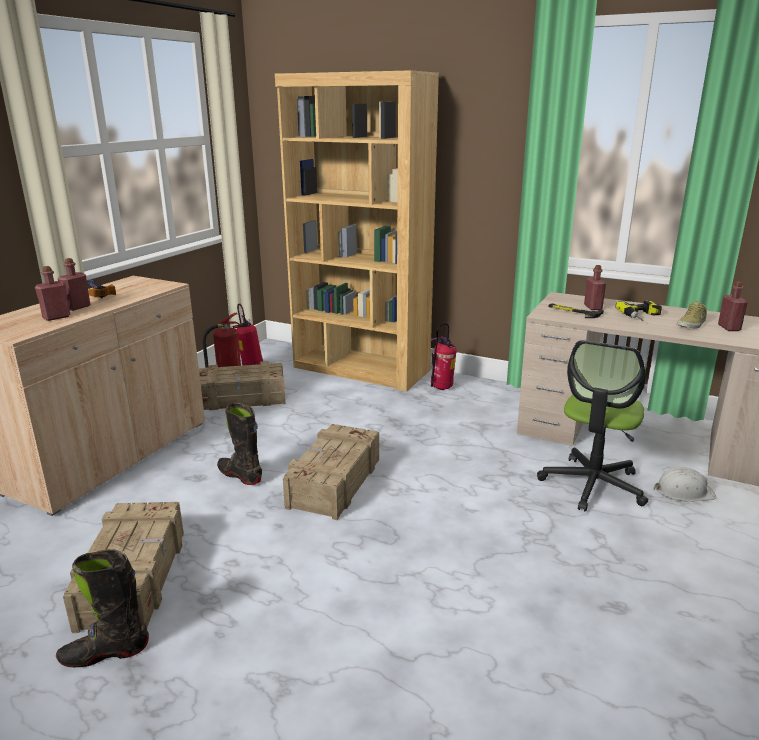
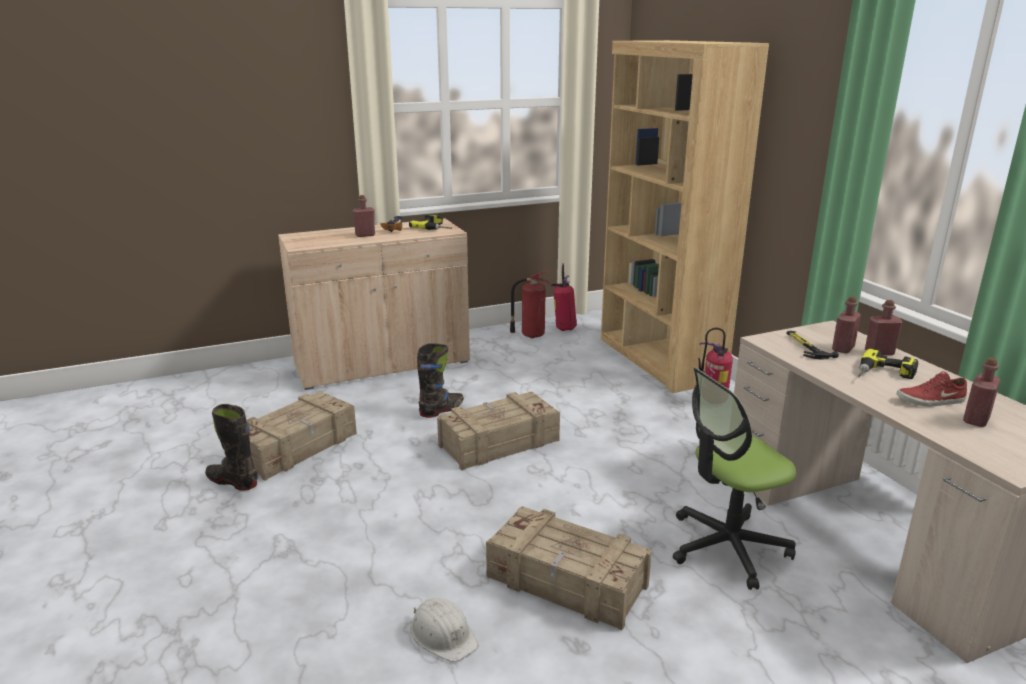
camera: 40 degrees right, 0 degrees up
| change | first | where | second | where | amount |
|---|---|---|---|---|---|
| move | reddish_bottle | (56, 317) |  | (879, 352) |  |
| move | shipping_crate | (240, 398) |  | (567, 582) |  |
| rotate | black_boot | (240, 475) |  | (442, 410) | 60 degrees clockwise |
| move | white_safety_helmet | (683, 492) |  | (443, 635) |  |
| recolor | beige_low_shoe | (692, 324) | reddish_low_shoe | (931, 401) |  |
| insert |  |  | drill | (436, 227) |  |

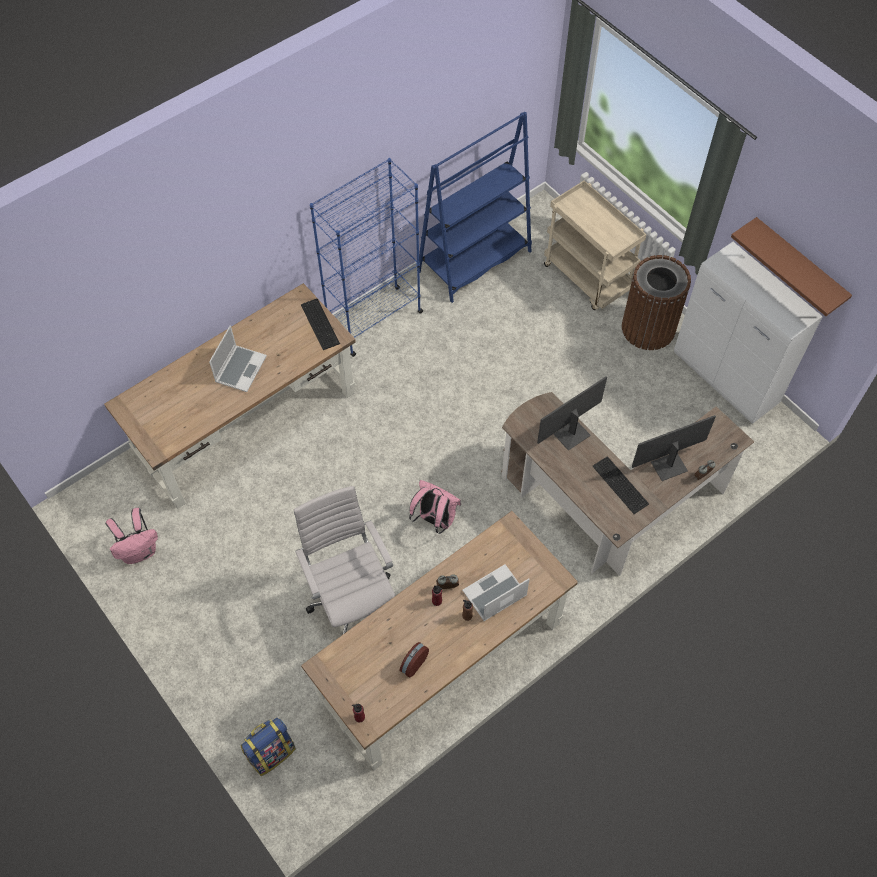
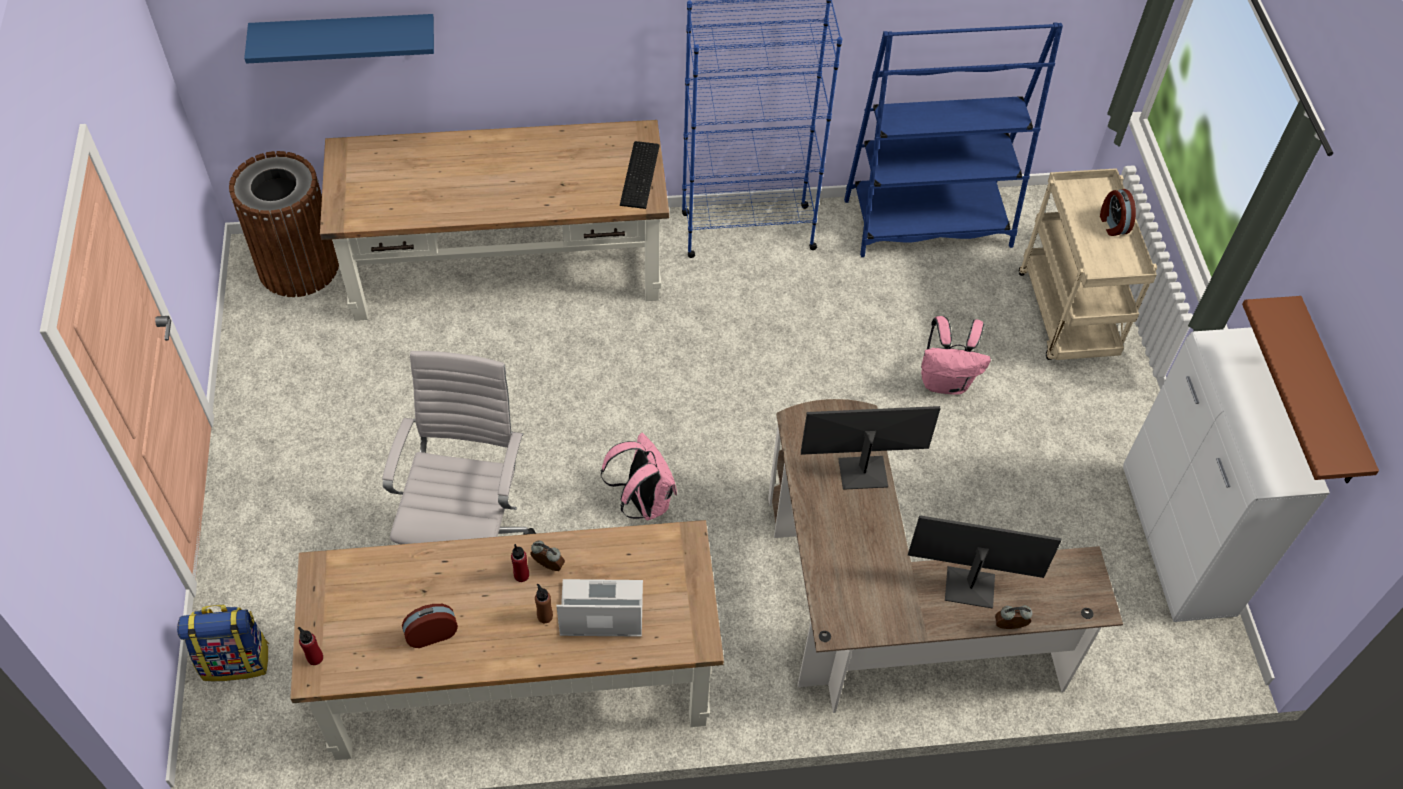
camera: 30 degrees right, 5 degrees down
| change | first | where | second | where | amount |
|---|---|---|---|---|---|
| move | pink-coloured_knapsack | (140, 551) |  | (946, 382) |  |
| delete | portable_computer | (240, 368) |  |  |  |
| delete | PC_keyboard | (620, 486) |  |  |  |
| move | brown_rubbish_bin | (648, 328) |  | (298, 266) |  |
| insert |  |  | bluish_wall_shelf | (345, 36) |  |
| insert |  |  | alarm_clock | (1112, 224) |  |

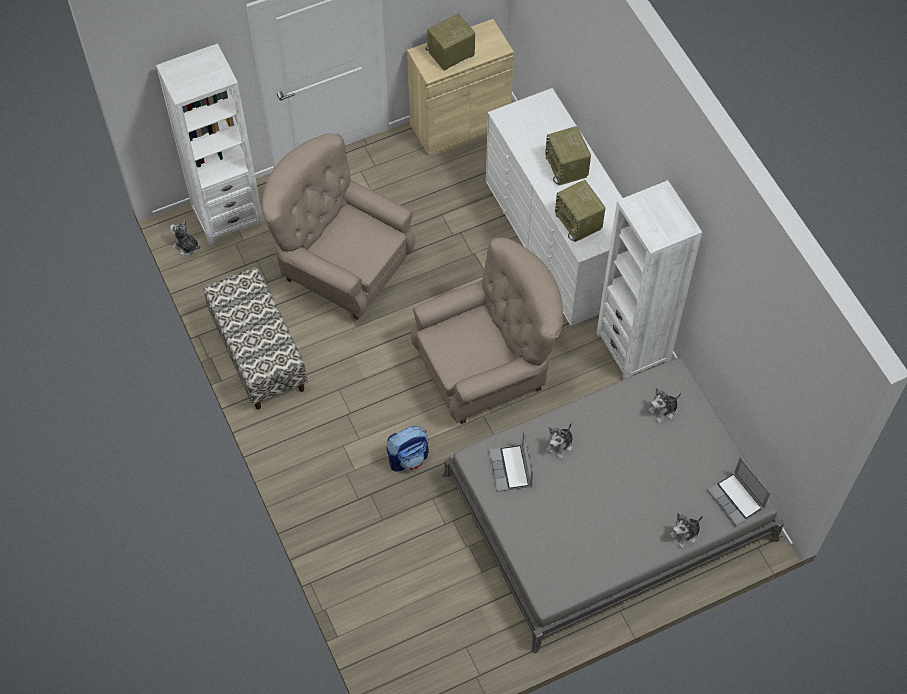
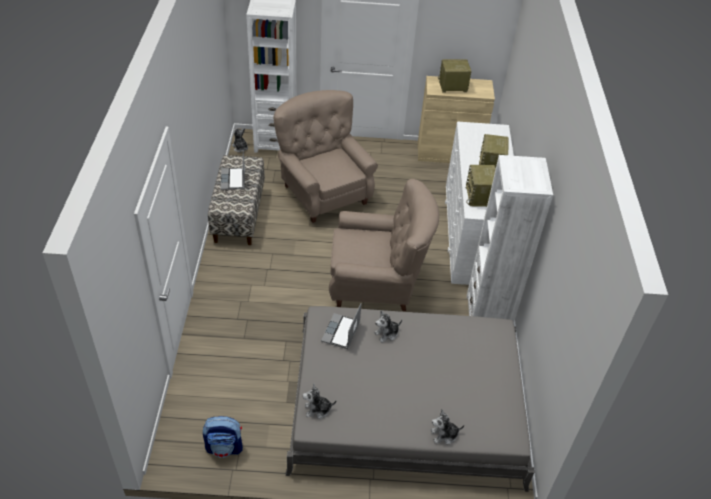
camera: 25 degrees right, 15 degrees down
| change | first | where | second | where | amount |
|---|---|---|---|---|---|
| move | knapsack | (408, 458) |  | (225, 447) |  |
| move | soft_toy | (663, 410) |  | (317, 409) |  |
| move | portable_computer | (736, 499) |  | (233, 180) |  |

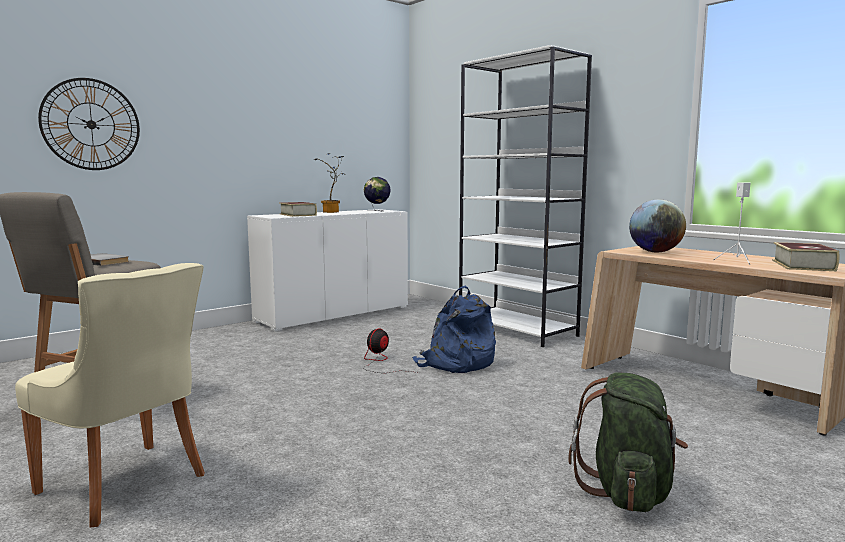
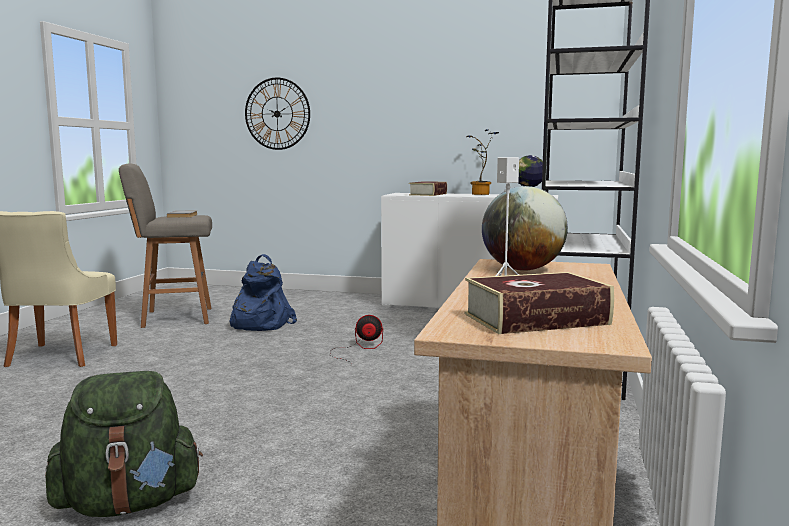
camera: 55 degrees right, 0 degrees up
| change | first | where | second | where | amount |
|---|---|---|---|---|---|
| move | bluish_knapsack | (456, 363) |  | (259, 324) |  |

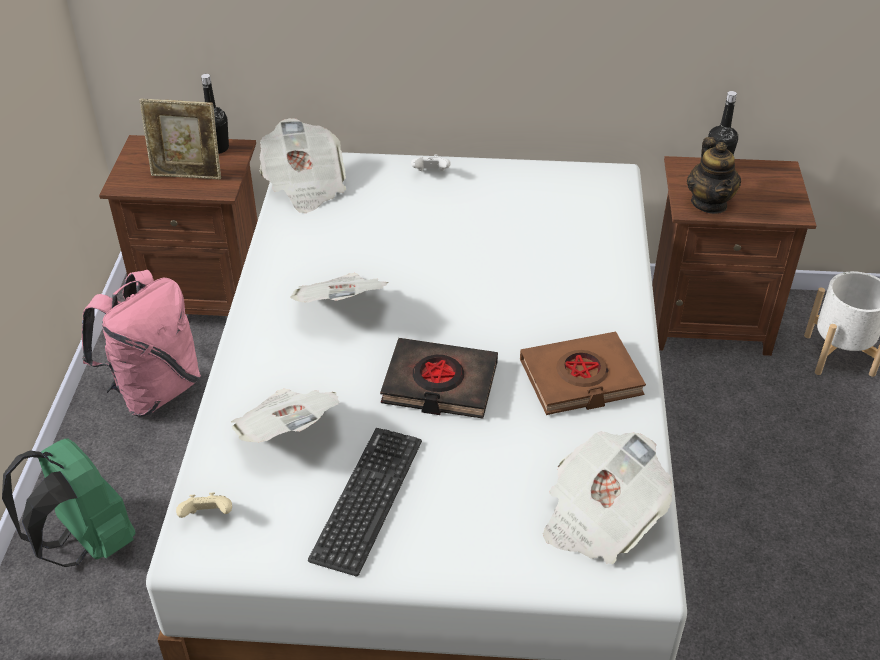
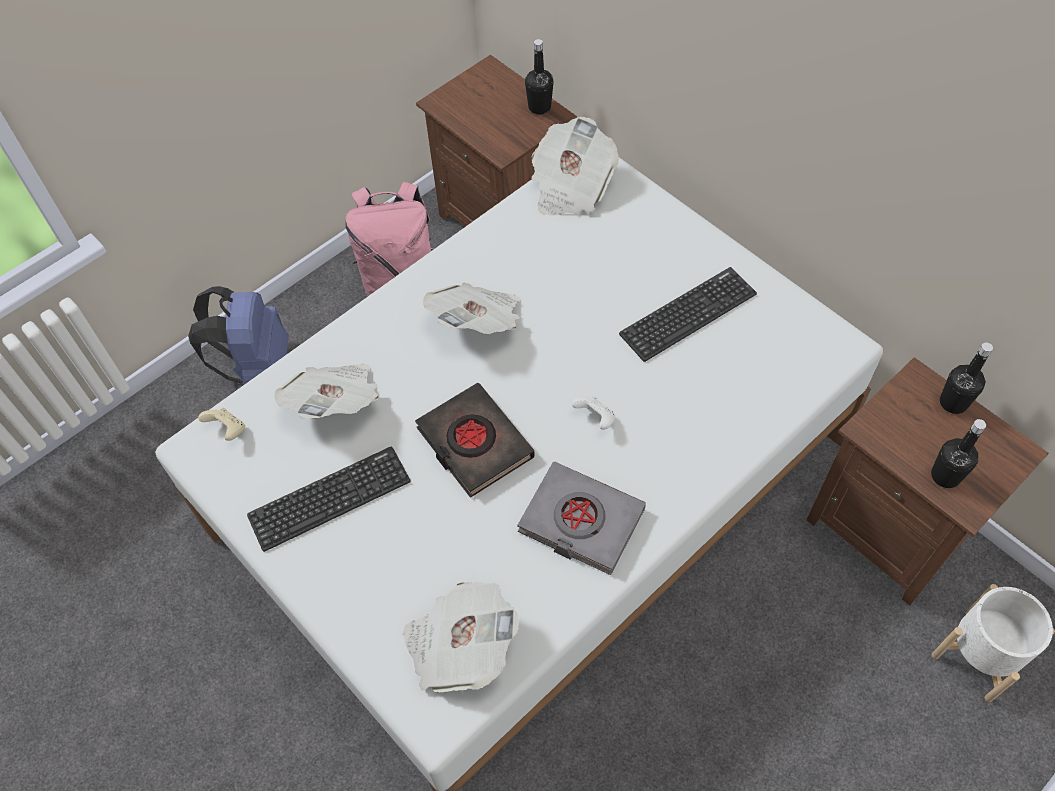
camera: 45 degrees right, 15 degrees up
| change | first | where | second | where | amount |
|---|---|---|---|---|---|
| recolor | green_knapsack | (86, 542) | bluish_knapsack | (258, 369) |  |
| delete | picture_frame | (187, 175) |  |  |  |
| move | white_joypad | (431, 174) |  | (595, 418) |  |
| recolor | brown_bound_book | (580, 379) | gray_bound_book | (580, 521) |  |
| delete | pot_for_tea | (709, 203) |  |  |  |
| insert |  |  | PC_keyboard | (688, 314) |  |
| insert |  |  | black_bottle | (945, 476) |  |

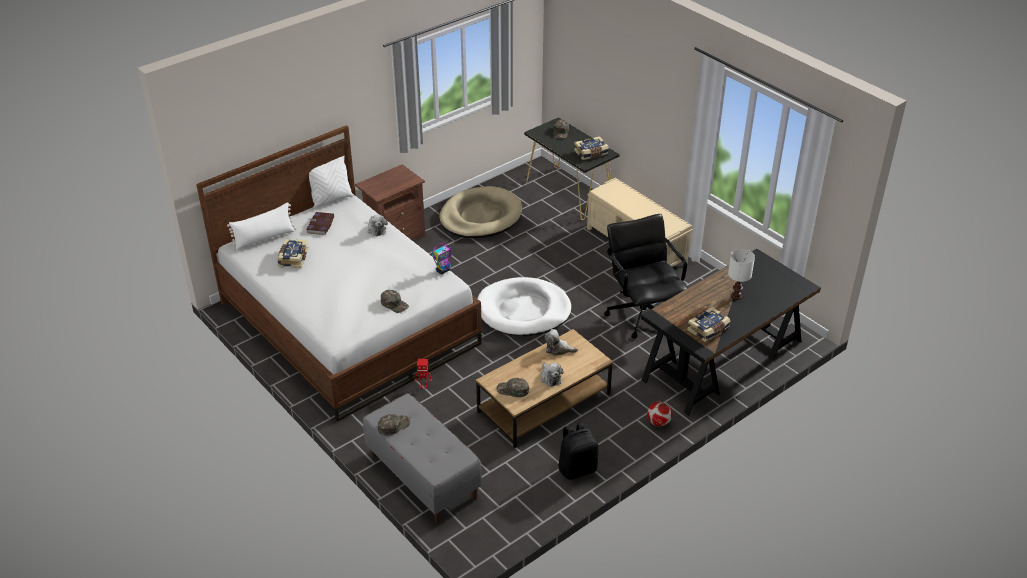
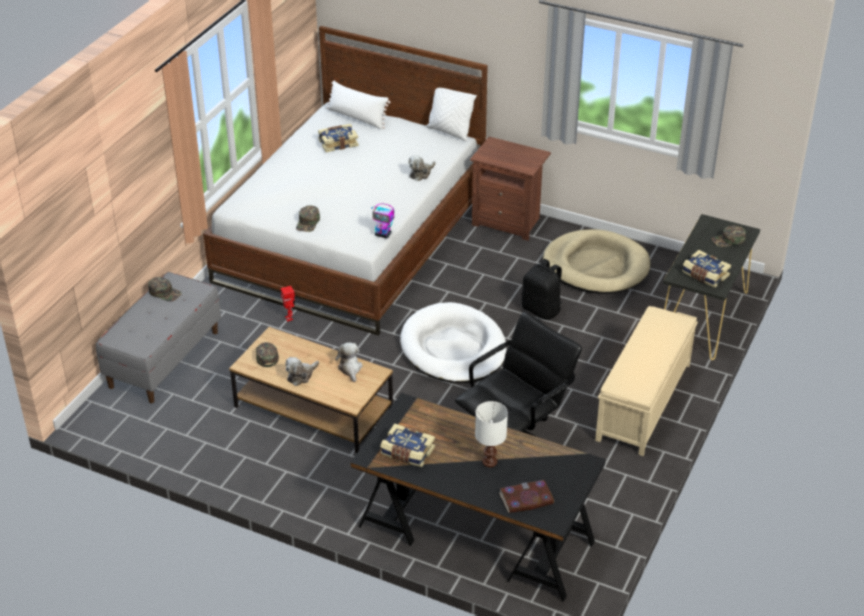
camera: 65 degrees right, 0 degrees up
| change | first | where | second | where | amount |
|---|---|---|---|---|---|
| move | bound_book | (320, 225) |  | (526, 499) |  |
| move | black_knapsack | (577, 468) |  | (542, 310) |  |
| delete | ball_for_football | (658, 422) |  |  |  |

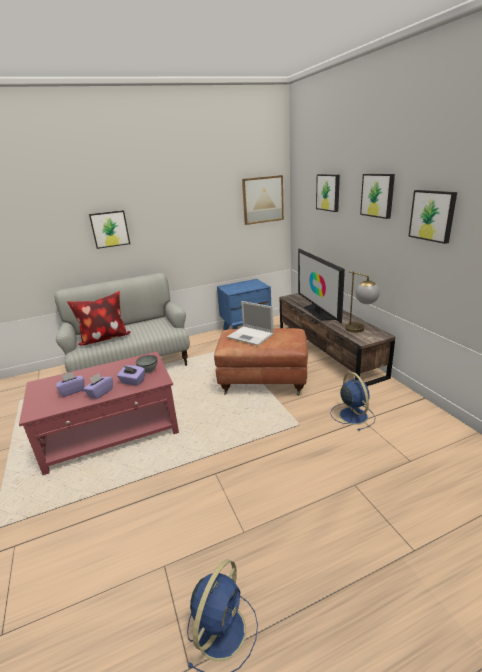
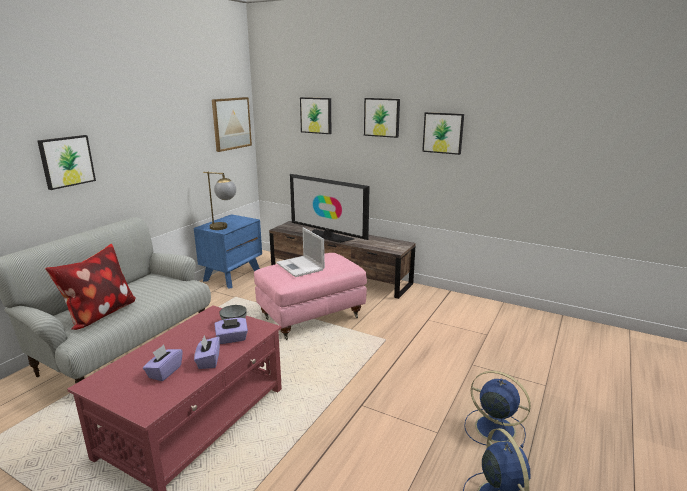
camera: 40 degrees left, 5 degrees down
| change | first | where | second | where | amount |
|---|---|---|---|---|---|
| recolor | brown_footrest | (263, 381) | pink-coloured_footrest | (311, 317) |  |
| rotate | portable_computer | (251, 336) |  | (300, 267) | 60 degrees clockwise |
| move | bluish_electric_fan | (352, 415) |  | (493, 428) |  |
| move | tabletop_lamp | (360, 331) |  | (224, 228) |  |

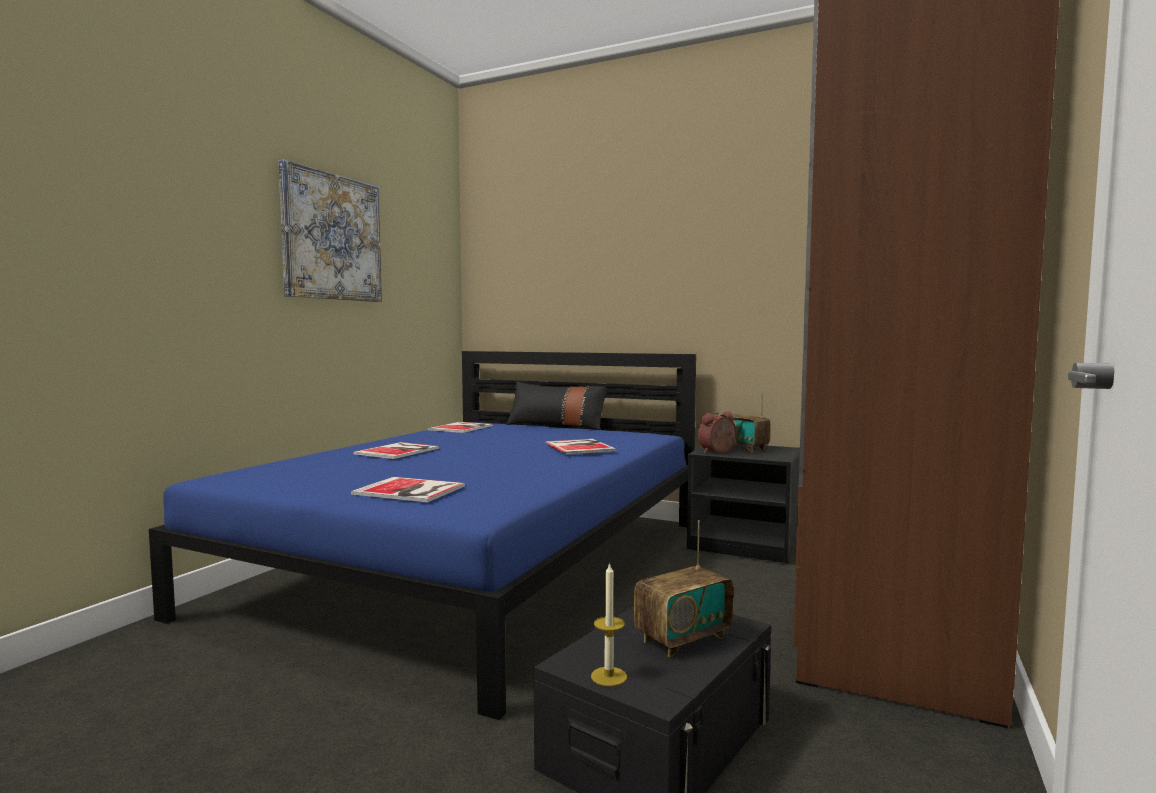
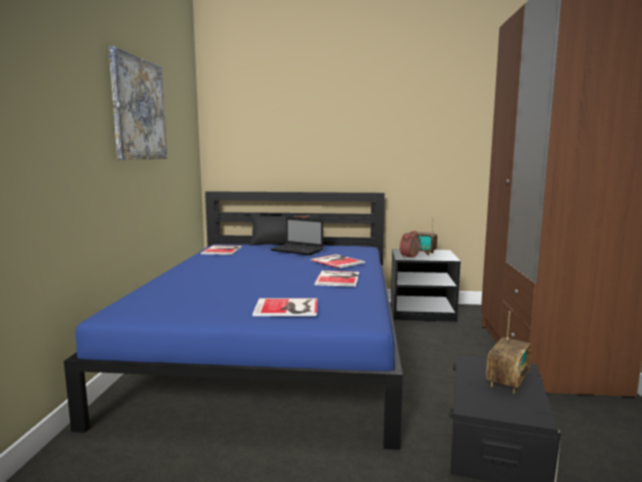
camera: 20 degrees left, 5 degrees up
| change | first | where | second | where | amount |
|---|---|---|---|---|---|
| move | bound_book | (399, 451) |  | (339, 278) |  |
| delete | candle | (609, 676) |  |  |  |
| insert |  |  | portable_computer | (298, 250) |  |

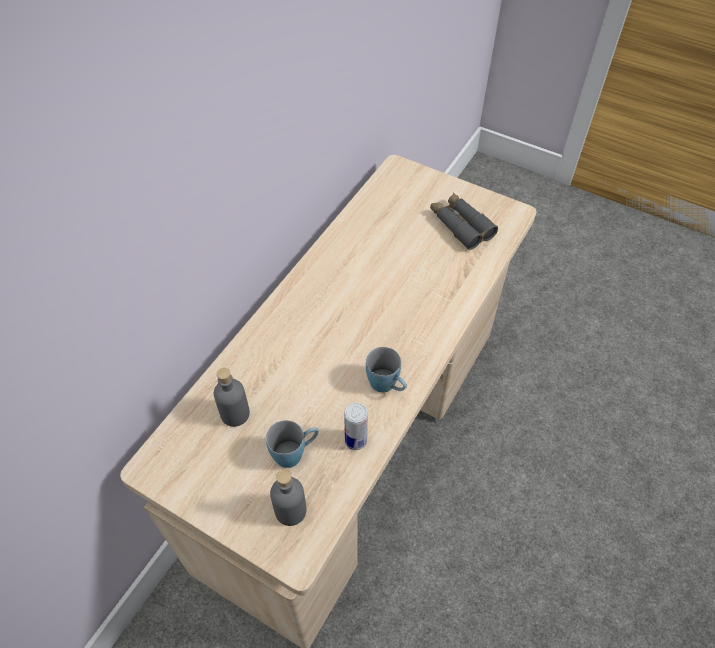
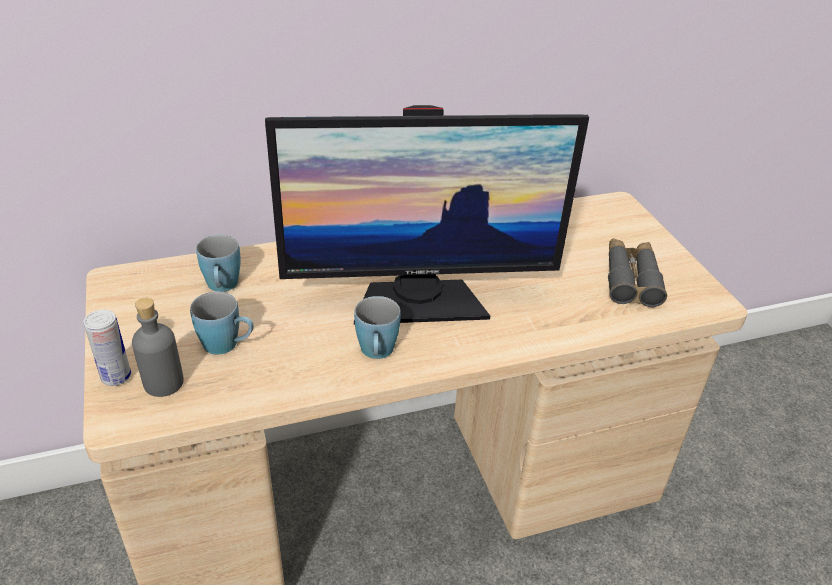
camera: 40 degrees right, 15 degrees down
| change | first | where | second | where | amount |
|---|---|---|---|---|---|
| replace | gray_bottle | (235, 414) | bluish_coffee_mug | (222, 287) |  |
| move | sealed_can | (356, 440) |  | (116, 377) |  |
| insert |  |  | computer_display | (418, 299) |  |

